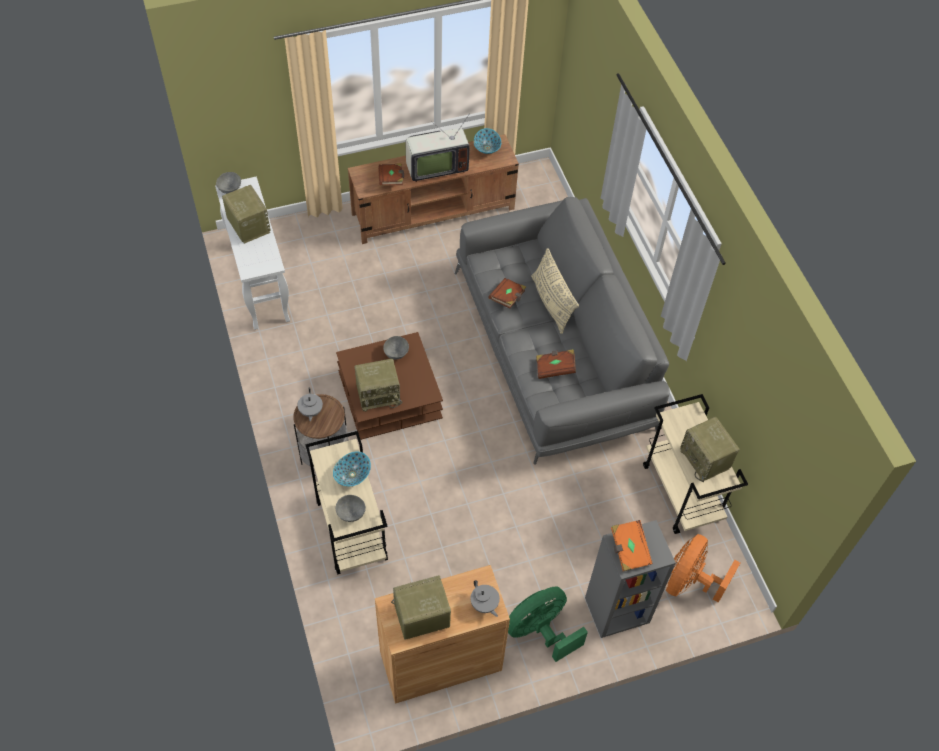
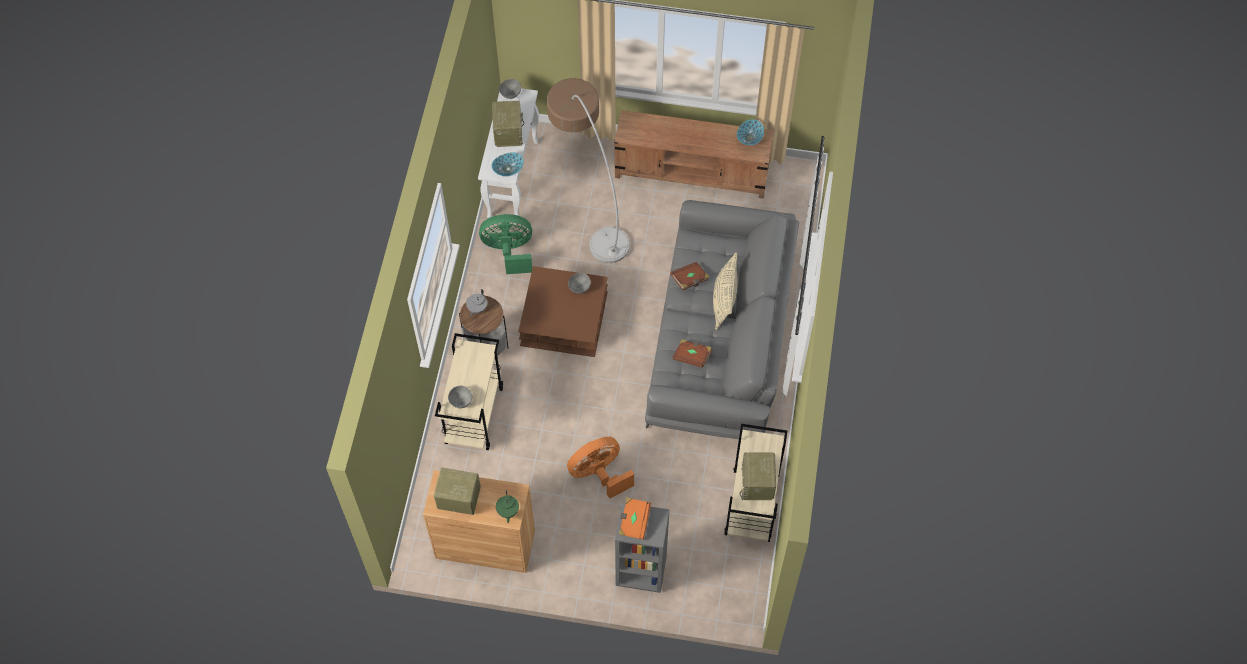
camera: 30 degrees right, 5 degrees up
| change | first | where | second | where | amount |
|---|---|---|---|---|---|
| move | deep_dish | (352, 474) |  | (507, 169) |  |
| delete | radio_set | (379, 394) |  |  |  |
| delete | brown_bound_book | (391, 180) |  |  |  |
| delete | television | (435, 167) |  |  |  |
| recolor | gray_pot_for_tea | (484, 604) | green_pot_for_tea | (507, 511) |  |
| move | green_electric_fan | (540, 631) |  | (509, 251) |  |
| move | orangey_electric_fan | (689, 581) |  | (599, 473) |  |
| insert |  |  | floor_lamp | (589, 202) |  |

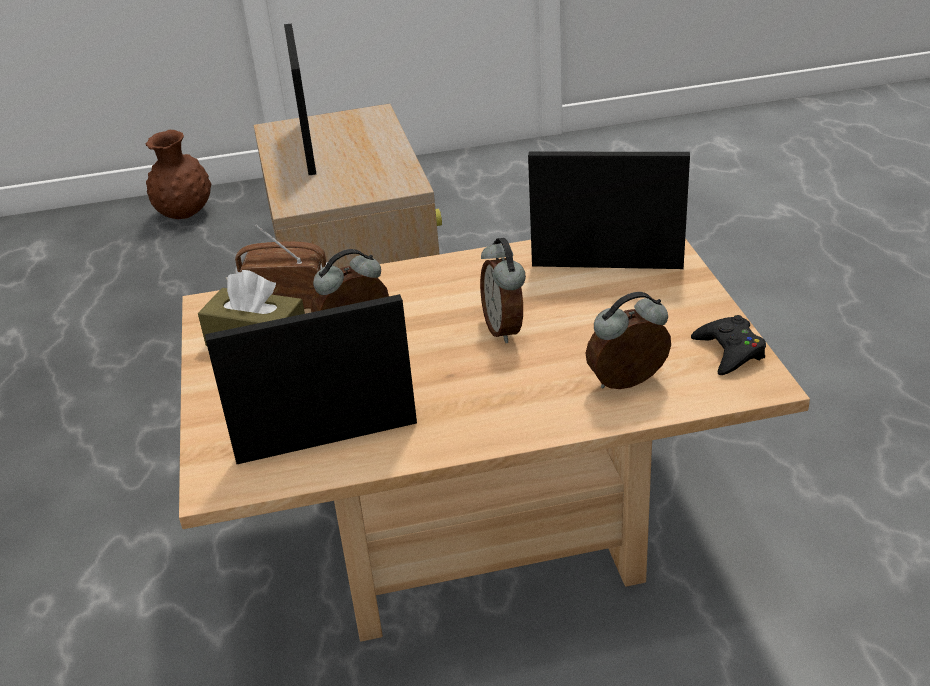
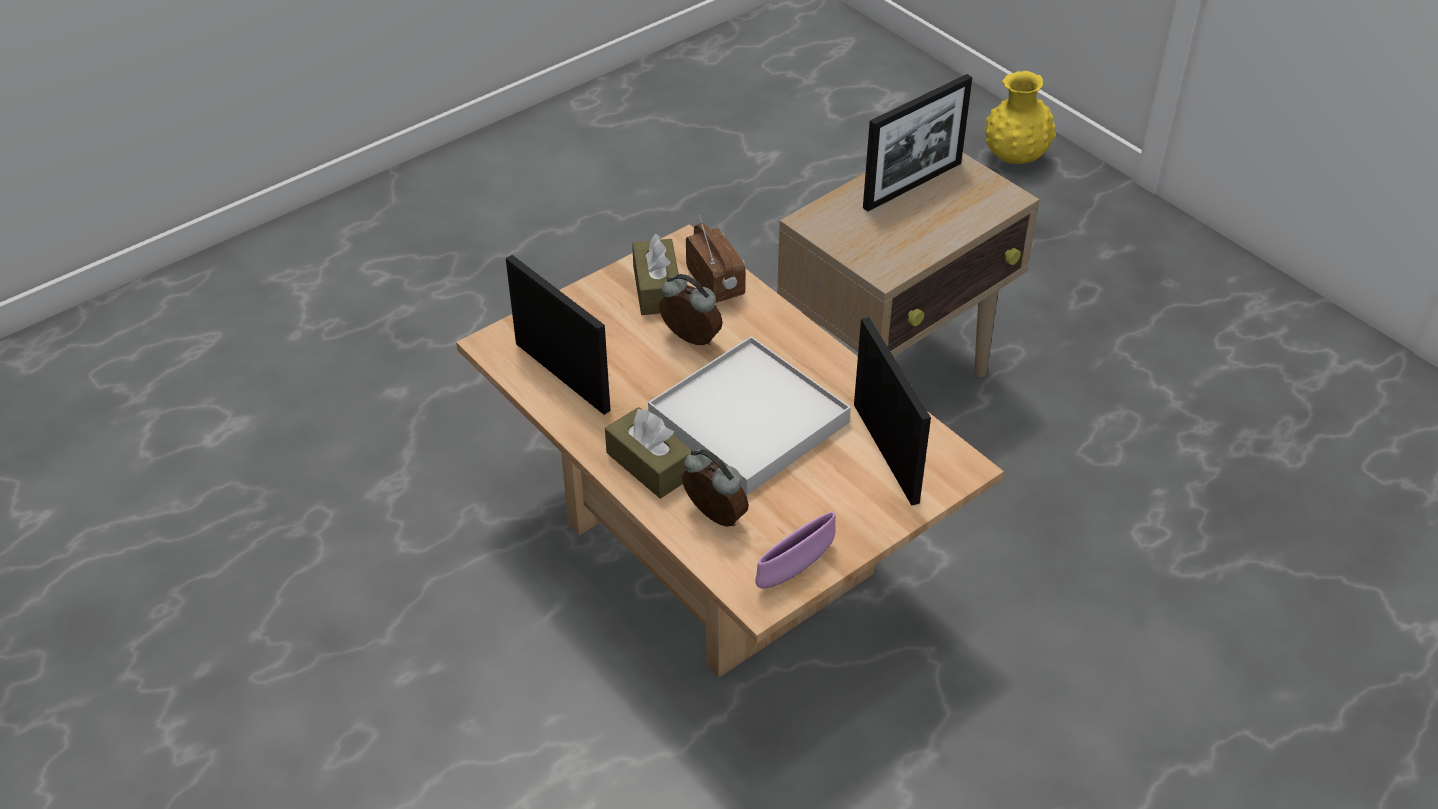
camera: 60 degrees right, 10 degrees up
| change | first | where | second | where | amount |
|---|---|---|---|---|---|
| recolor | brown_decorative_vase | (185, 215) | yellow_decorative_vase | (1015, 158) |  |
| replace | alarm_clock | (505, 329) | white_tray | (748, 421) |  |
| replace | black_joypad | (729, 351) | purple-coloured_deep_dish | (795, 568) |  |
| insert |  |  | brown_tissue_box | (649, 464) |  |

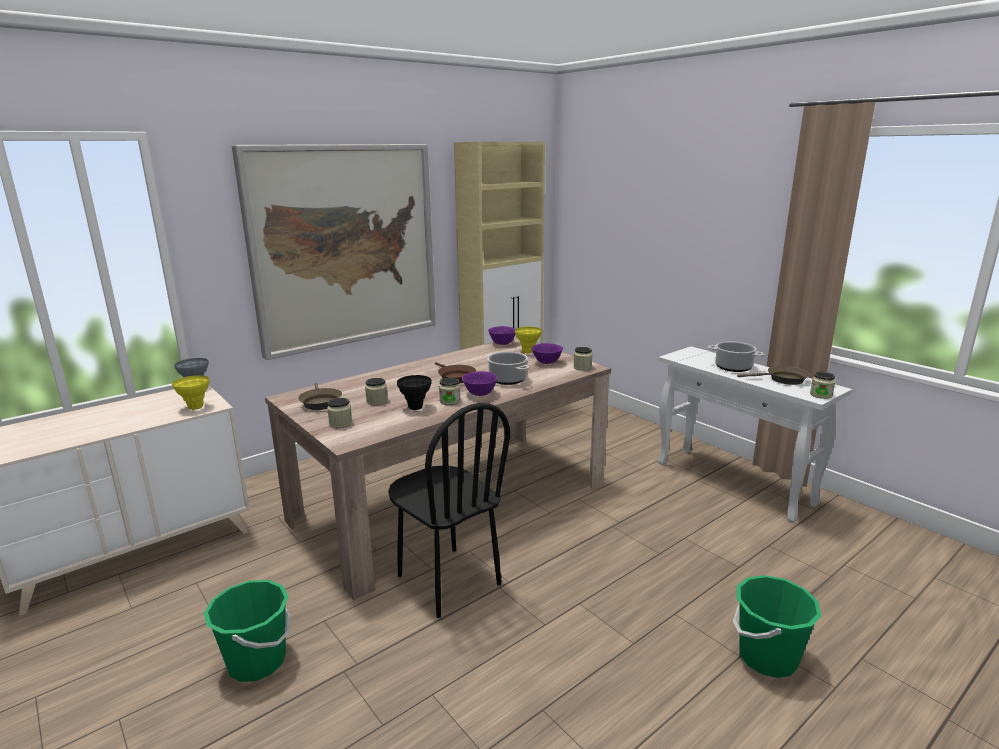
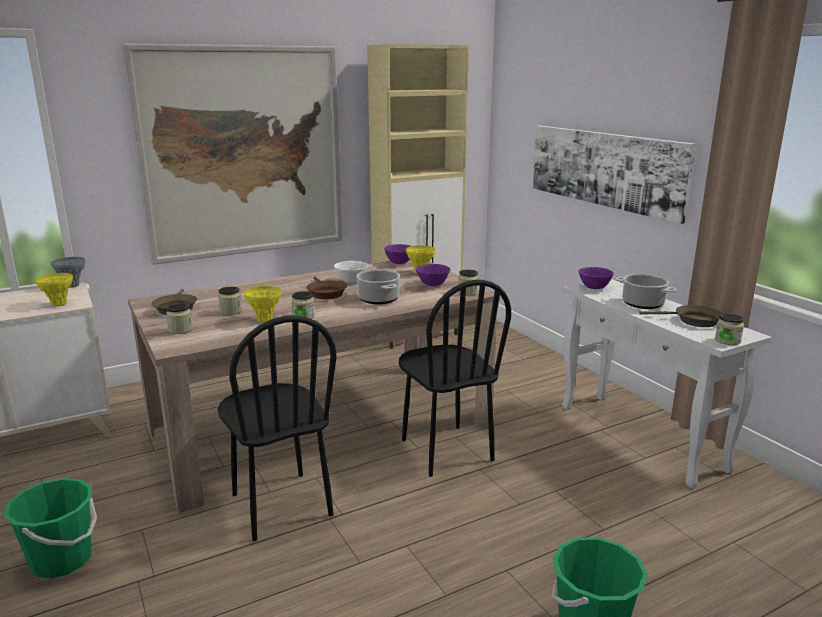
camera: 10 degrees right, 0 degrees up
| change | first | where | second | where | amount |
|---|---|---|---|---|---|
| recolor | black_decorative_vase | (415, 407) | yellow_decorative_vase | (264, 320) |  |
| move | purple-coloured_deep_dish | (479, 394) |  | (594, 288) |  |
| insert |  |  | white_deep_dish | (351, 281) |  |
| insert |  |  | black_upright_chair | (446, 450) |  |
| insert |  |  | wall_picture | (604, 169) |  |

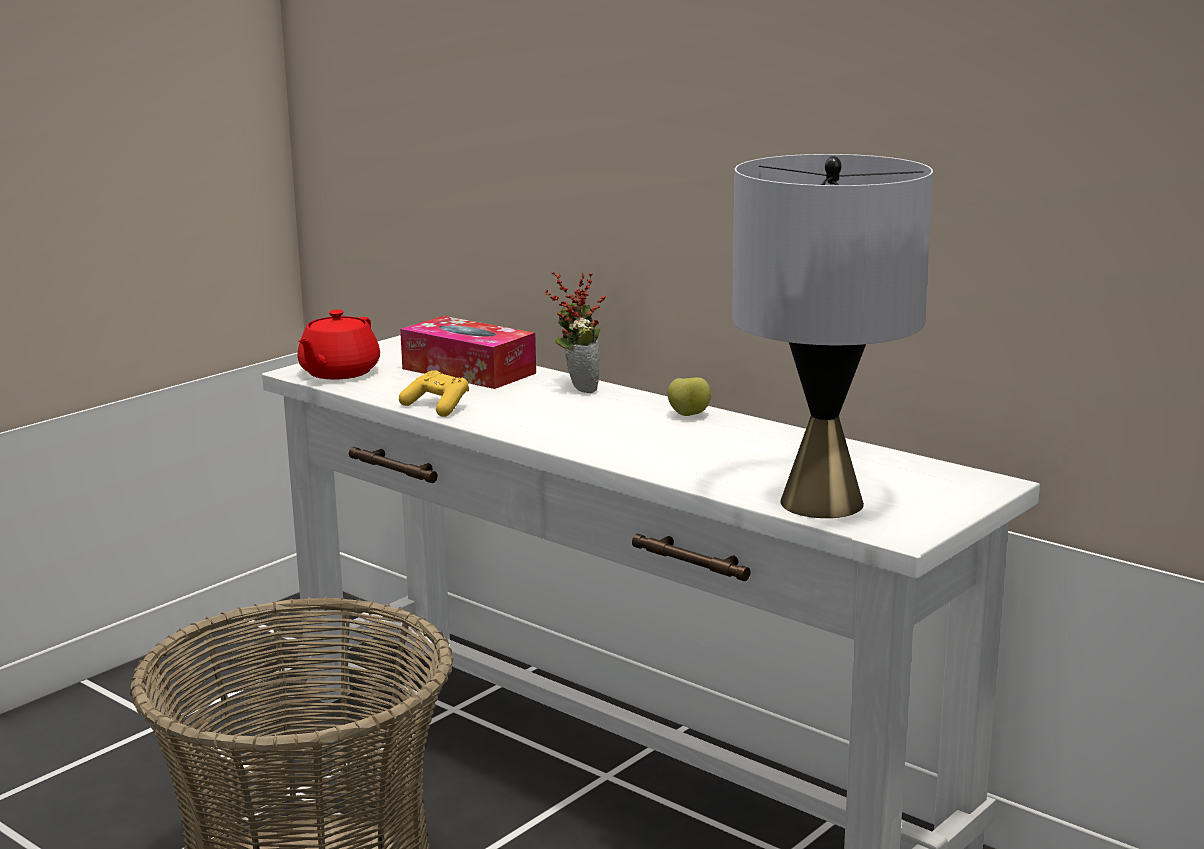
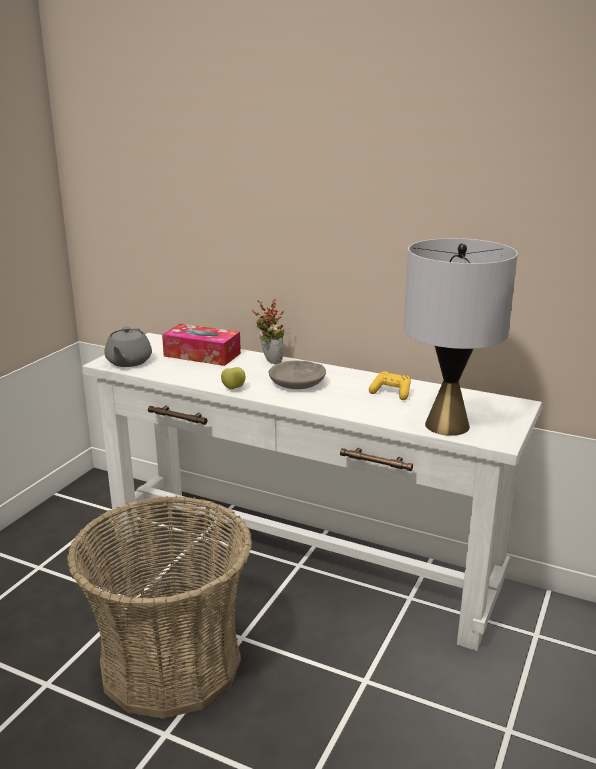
camera: 15 degrees left, 5 degrees up
| change | first | where | second | where | amount |
|---|---|---|---|---|---|
| recolor | reddish_pot_for_tea | (338, 373) | gray_pot_for_tea | (128, 362) |  |
| move | yellow_joypad | (437, 407) |  | (391, 393) |  |
| move | apple | (689, 415) |  | (233, 388) |  |
| insert |  |  | gray_deep_dish | (298, 383) |  |

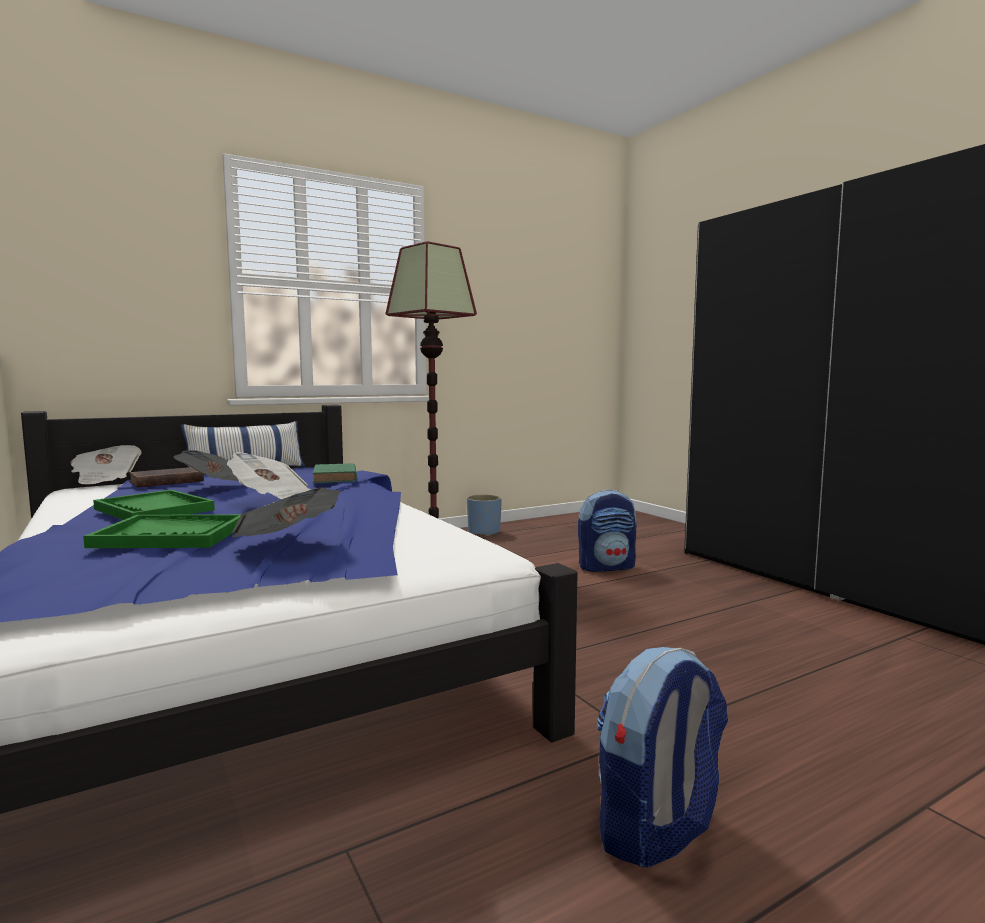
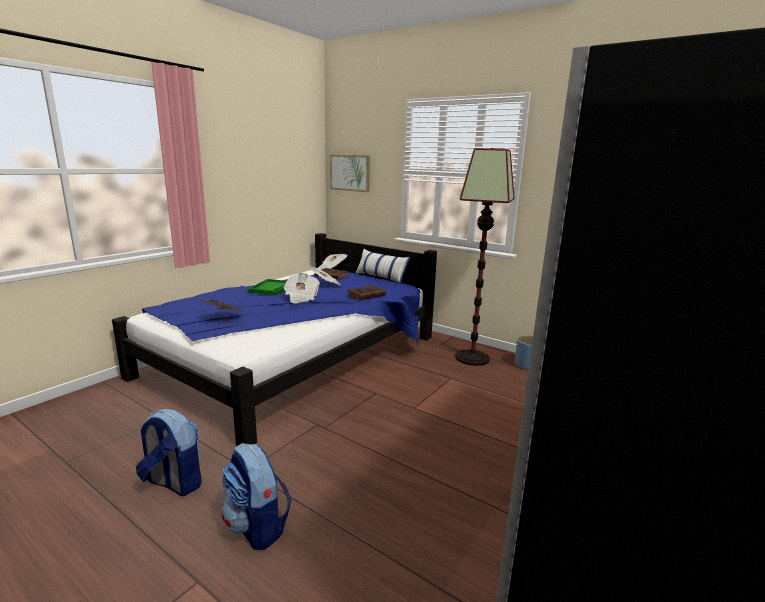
camera: 65 degrees right, 10 degrees up
| change | first | where | second | where | amount |
|---|---|---|---|---|---|
| delete | green_tray | (171, 535) |  |  |  |
| recolor | green_bound_book | (335, 478) | brown_bound_book | (365, 295) |  |
| move | knapsack | (606, 567) |  | (257, 526) |  |
| insert |  |  | wall_picture | (350, 173) |  |

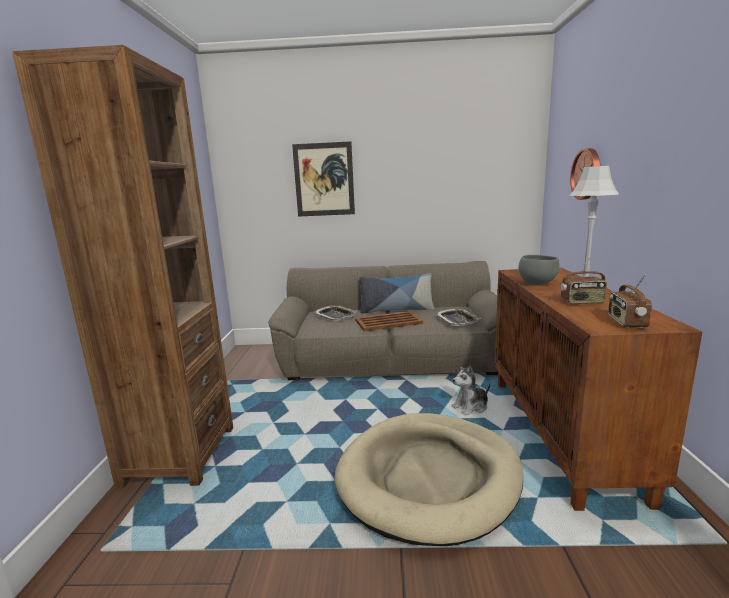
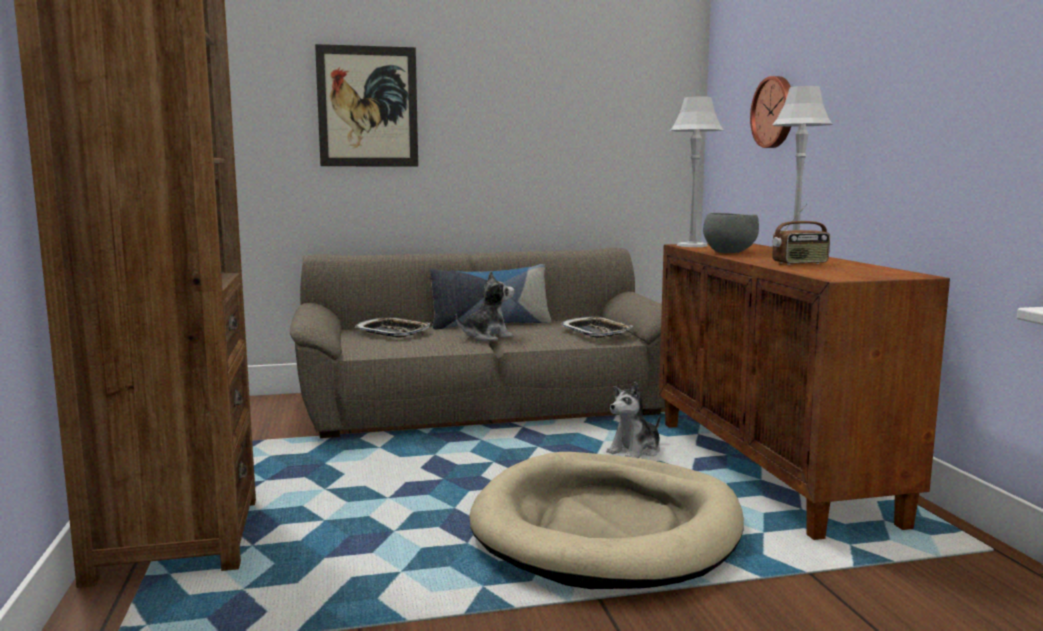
camera: 15 degrees left, 5 degrees down
| change | first | where | second | where | amount |
|---|---|---|---|---|---|
| replace | brown_tray | (387, 322) | soft_toy | (486, 337) |  |
| delete | radio_set | (626, 322) |  |  |  |
| insert |  |  | gray_tabletop_lamp | (691, 245) |  |

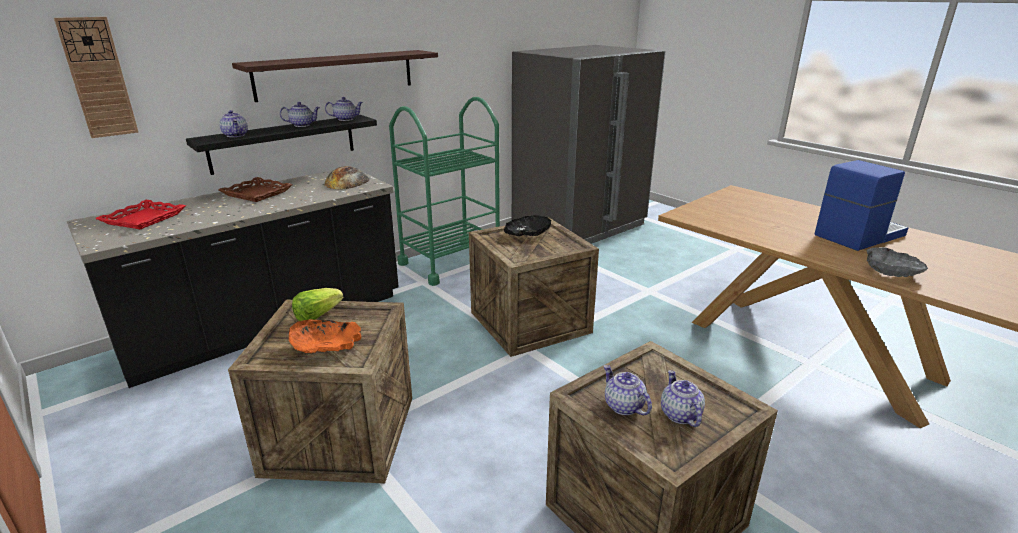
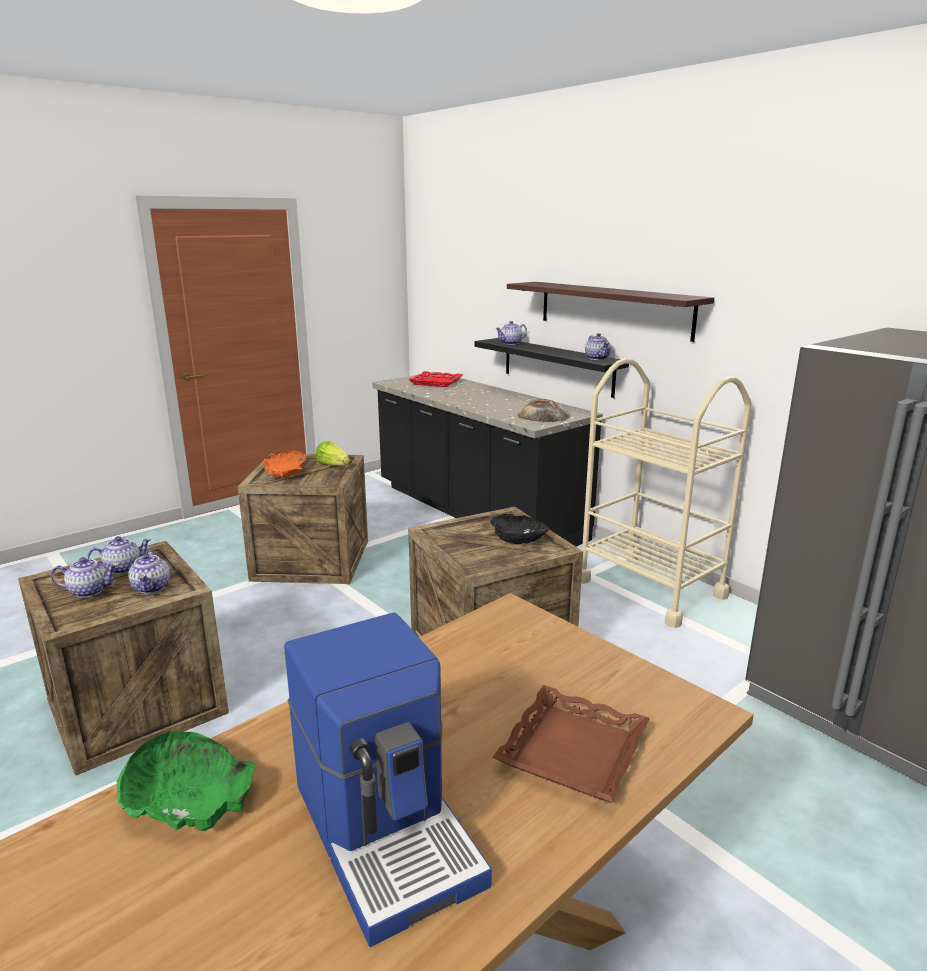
camera: 90 degrees right, 5 degrees down
| change | first | where | second | where | amount |
|---|---|---|---|---|---|
| delete | clock_on_the_wall | (98, 78) |  |  |  |
| move | brown_tray | (256, 194) |  | (572, 750) |  |
| move | pot_for_tea | (302, 125) |  | (152, 587) |  |
| recolor | green_wheeled_cart | (450, 262) | beige_wheeled_cart | (650, 588) |  |
| recolor | gray_deep_dish | (891, 271) | green_deep_dish | (189, 798) |  |

